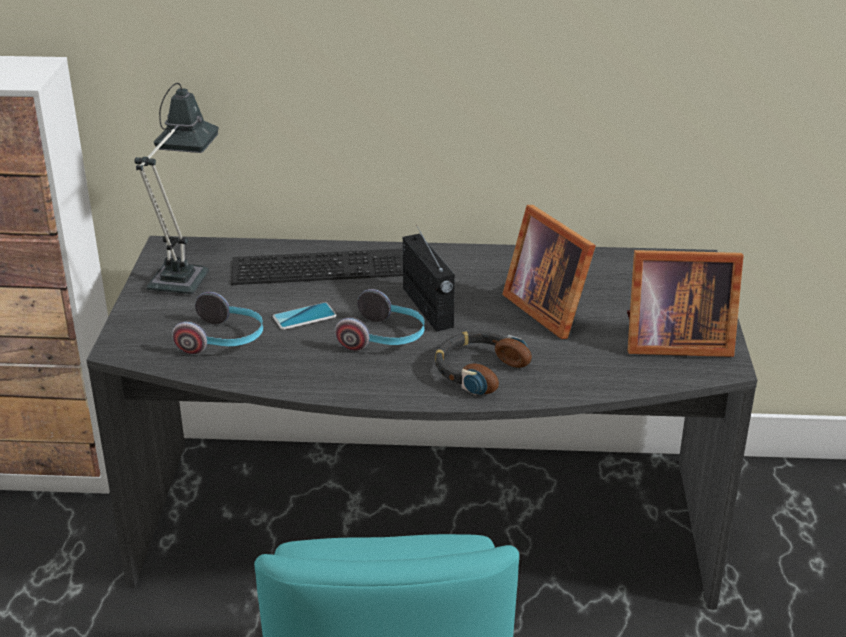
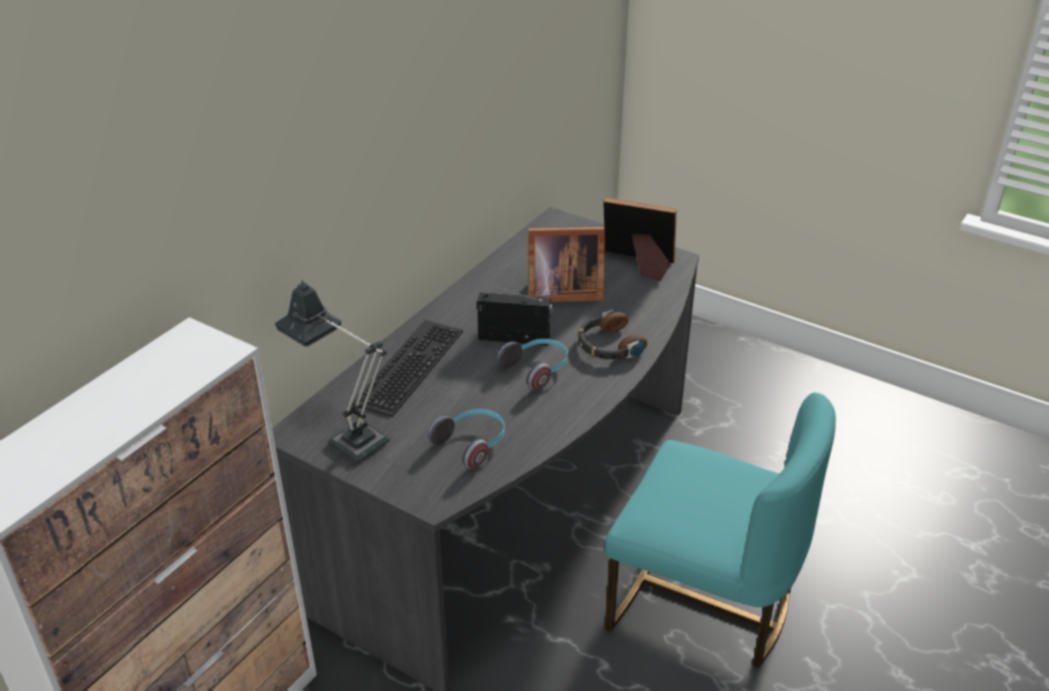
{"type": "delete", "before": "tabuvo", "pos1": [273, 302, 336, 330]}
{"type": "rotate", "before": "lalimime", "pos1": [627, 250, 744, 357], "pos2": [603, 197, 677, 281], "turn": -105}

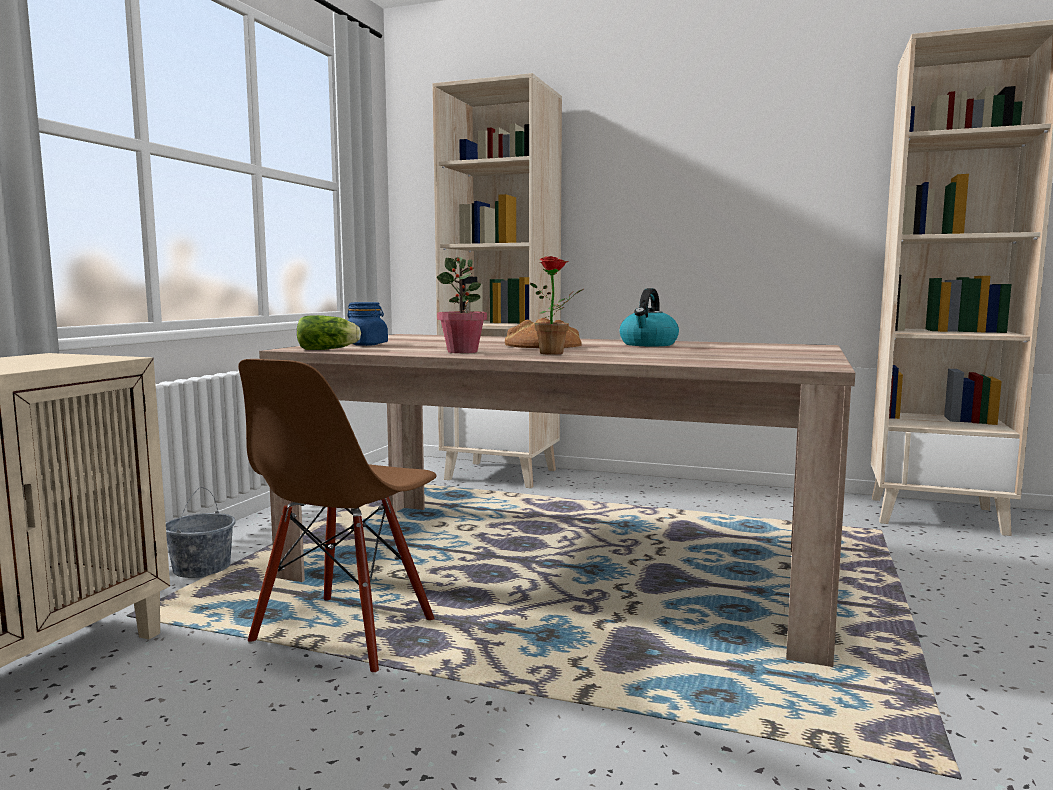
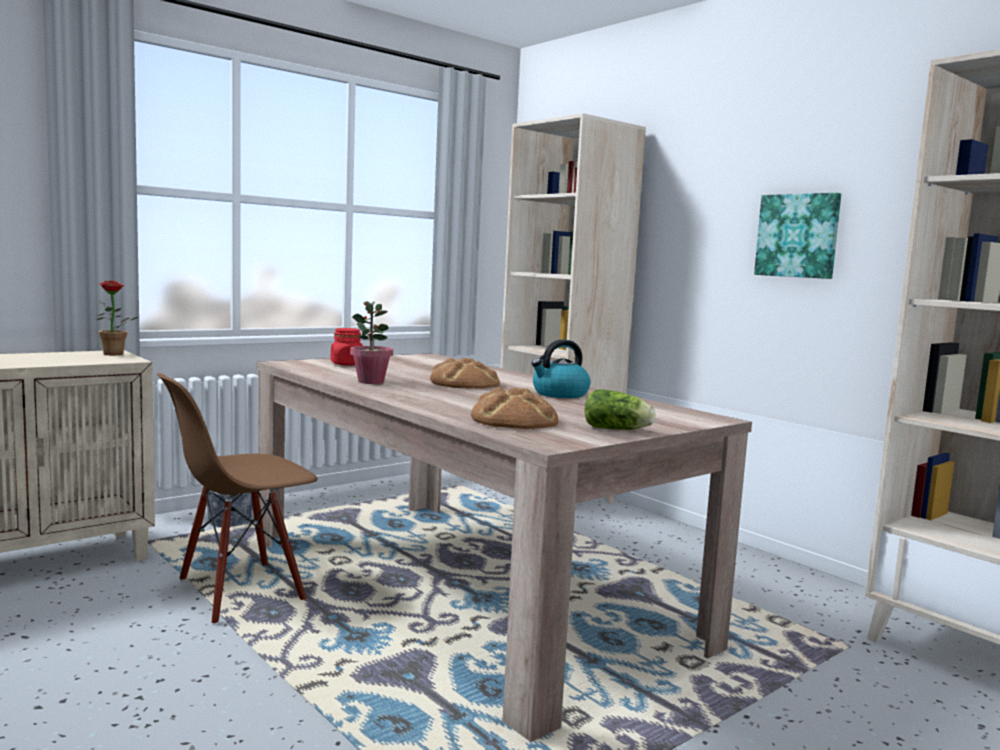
{"type": "insert", "after": "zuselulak", "pos2": [471, 387, 558, 429]}
{"type": "insert", "after": "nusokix", "pos2": [754, 193, 841, 279]}
{"type": "move", "before": "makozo", "pos1": [297, 315, 361, 350], "pos2": [585, 389, 655, 430]}
{"type": "move", "before": "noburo", "pos1": [530, 256, 584, 355], "pos2": [96, 280, 138, 355]}
{"type": "recolor", "before": "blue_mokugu", "after": "red_mokugu", "pos1": [347, 302, 388, 346], "pos2": [331, 328, 363, 366]}

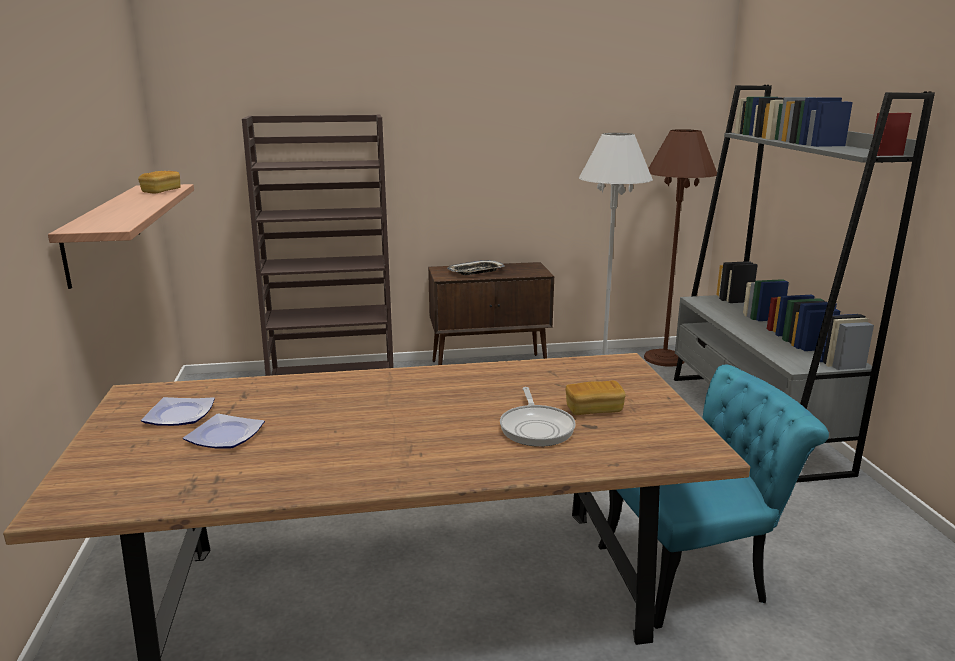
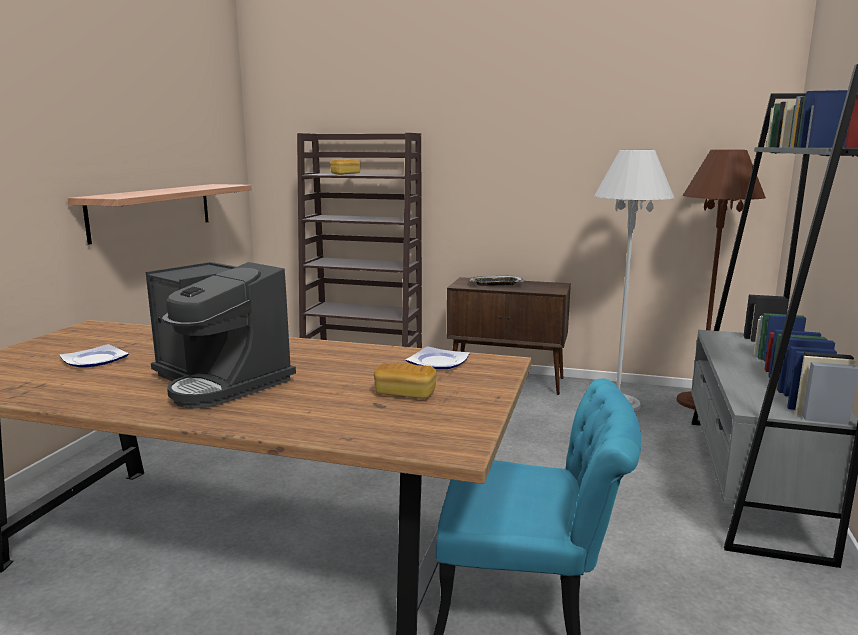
{"type": "delete", "before": "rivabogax", "pos1": [500, 387, 576, 447]}
{"type": "insert", "after": "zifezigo", "pos2": [146, 262, 296, 408]}
{"type": "move", "before": "zuselulak", "pos1": [138, 171, 181, 193], "pos2": [330, 159, 361, 175]}
{"type": "move", "before": "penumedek", "pos1": [141, 397, 215, 426], "pos2": [406, 346, 470, 369]}

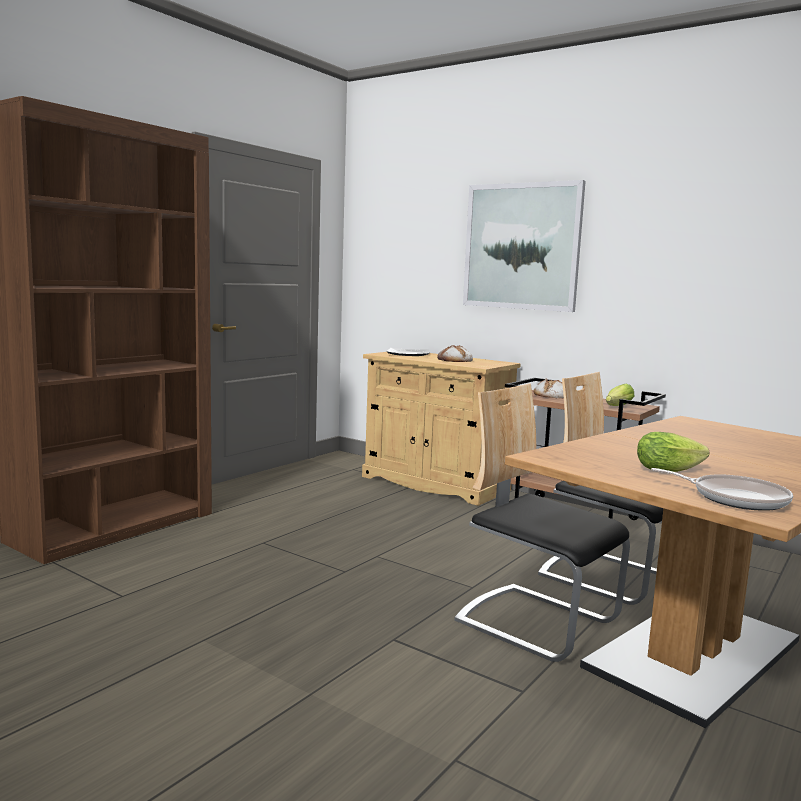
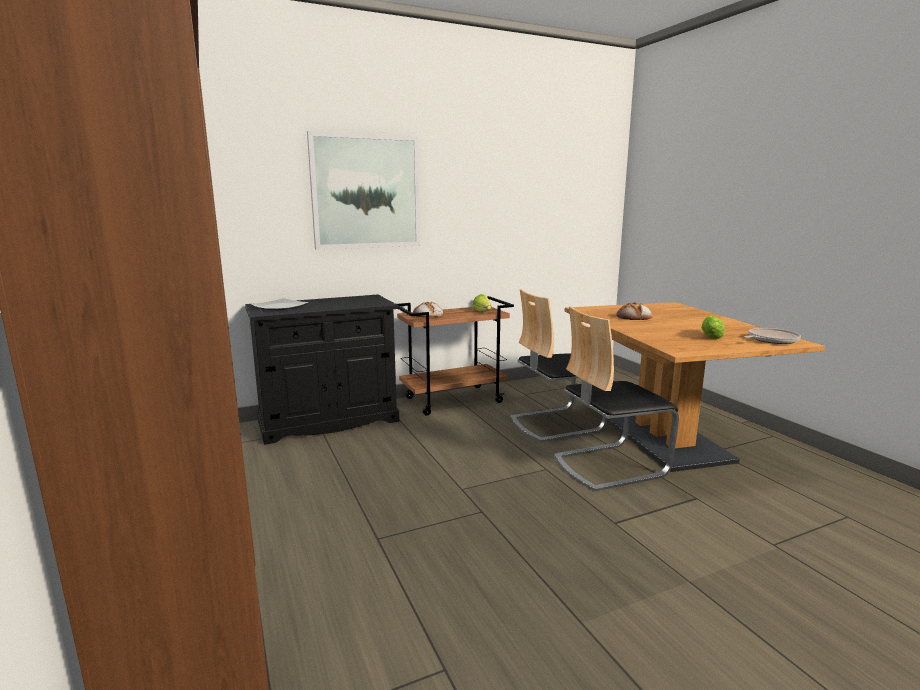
{"type": "move", "before": "zuselulak", "pos1": [437, 345, 473, 362], "pos2": [617, 302, 652, 320]}
{"type": "recolor", "before": "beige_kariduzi", "after": "black_kariduzi", "pos1": [362, 352, 521, 506], "pos2": [245, 295, 399, 445]}

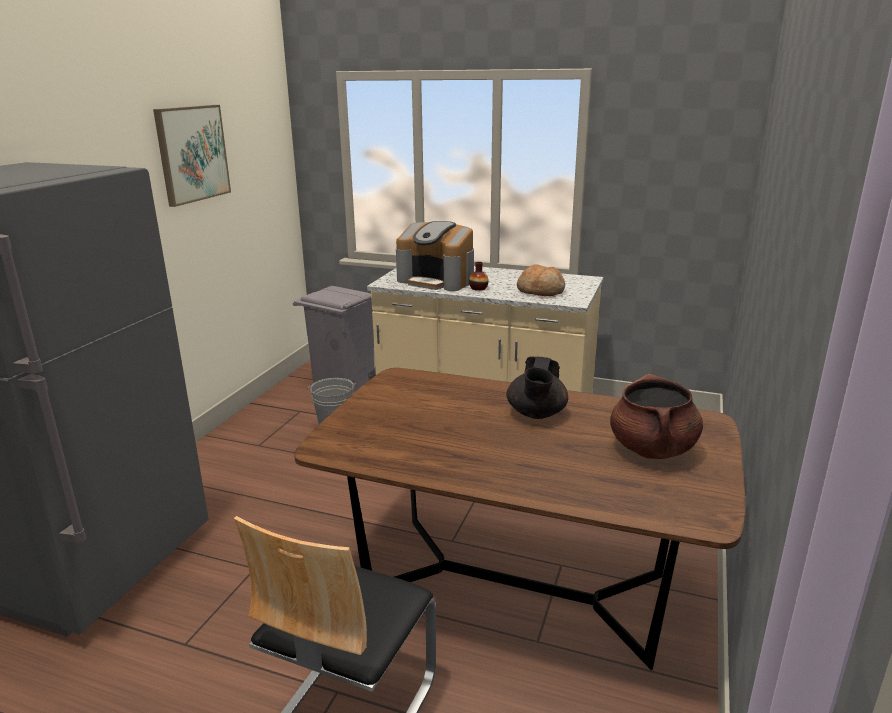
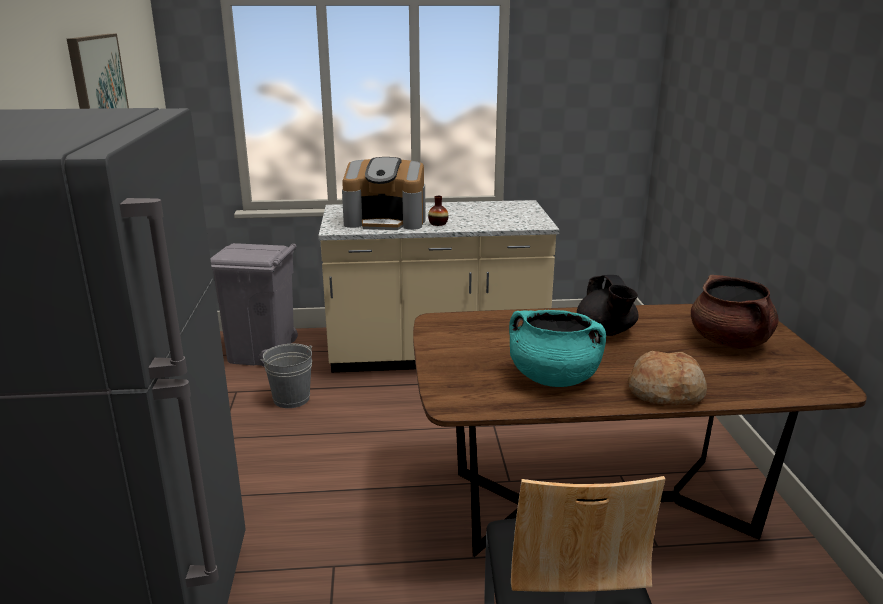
{"type": "insert", "after": "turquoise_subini", "pos2": [509, 310, 606, 387]}
{"type": "move", "before": "zuselulak", "pos1": [517, 264, 565, 296], "pos2": [628, 351, 707, 405]}

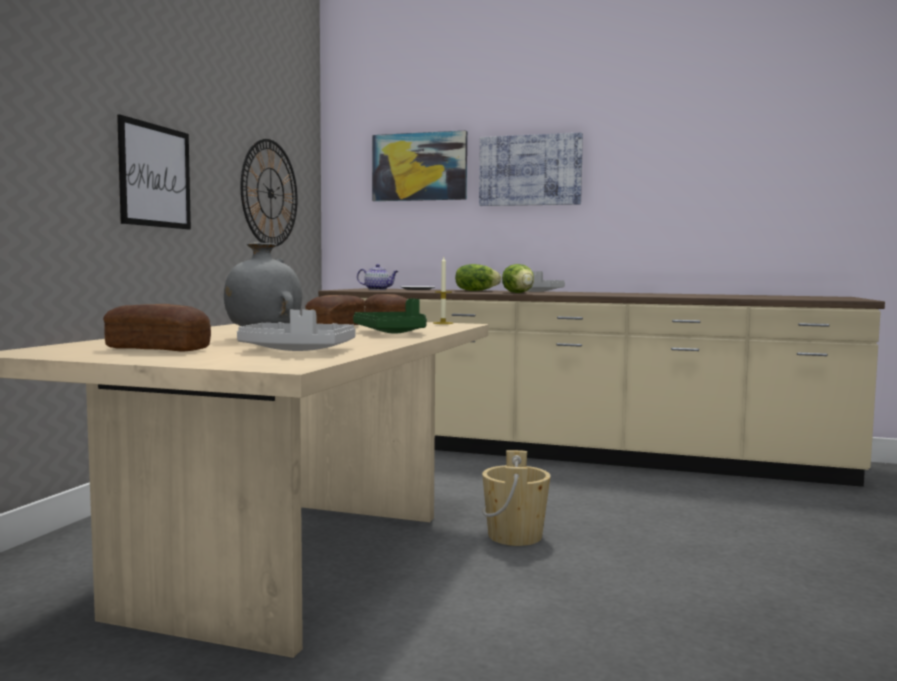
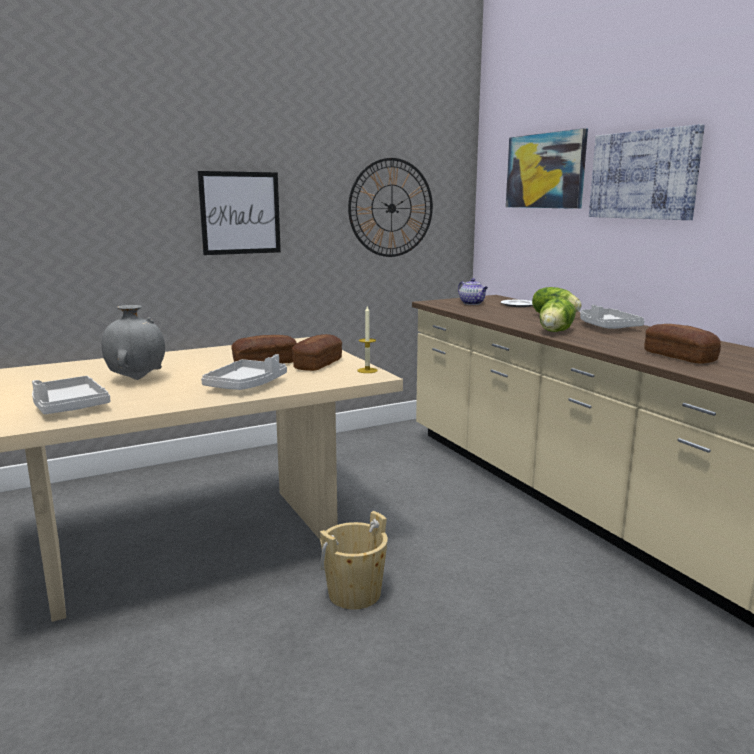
{"type": "move", "before": "zuselulak", "pos1": [103, 304, 211, 351], "pos2": [644, 324, 721, 364]}
{"type": "recolor", "before": "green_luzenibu", "after": "grey_luzenibu", "pos1": [353, 299, 427, 334], "pos2": [201, 354, 287, 390]}

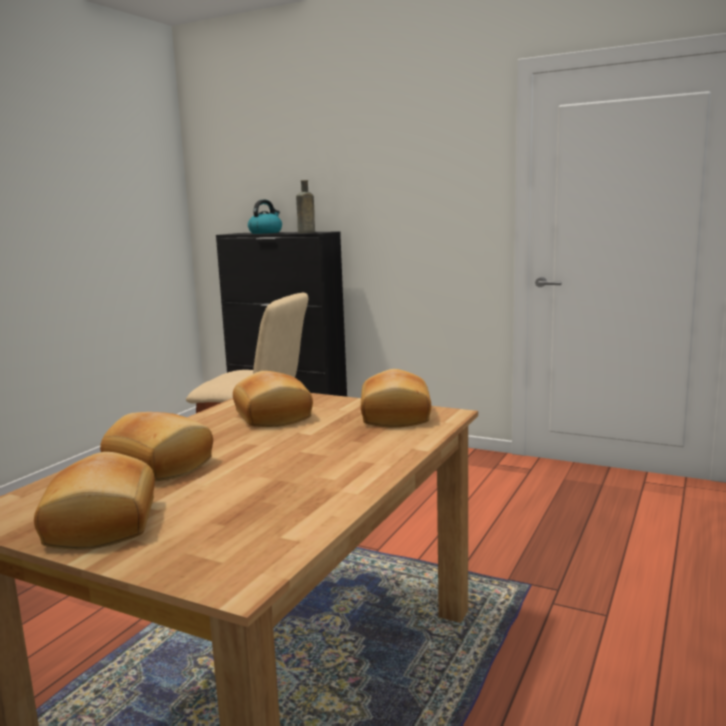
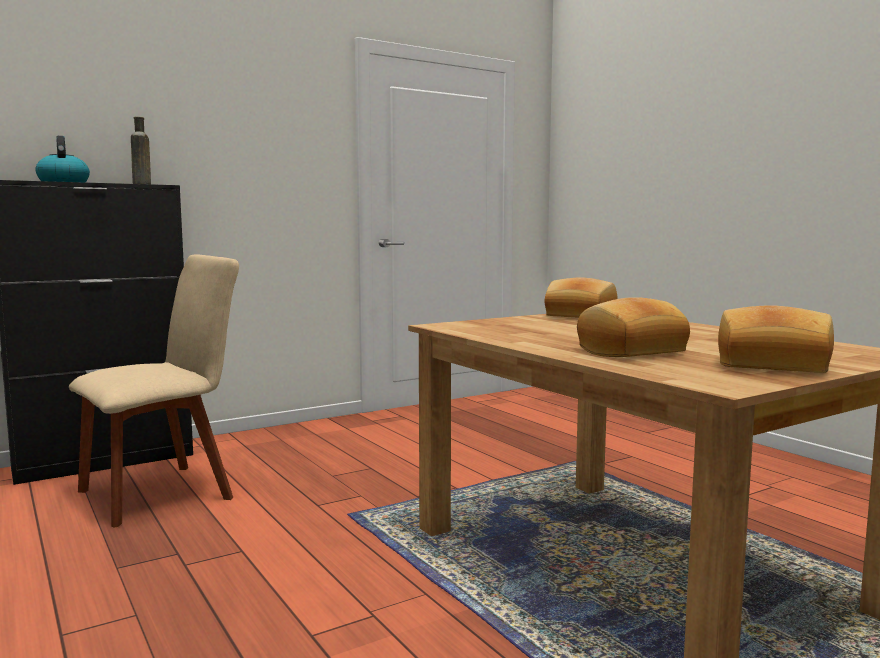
{"type": "delete", "before": "zuselulak", "pos1": [233, 371, 313, 427]}

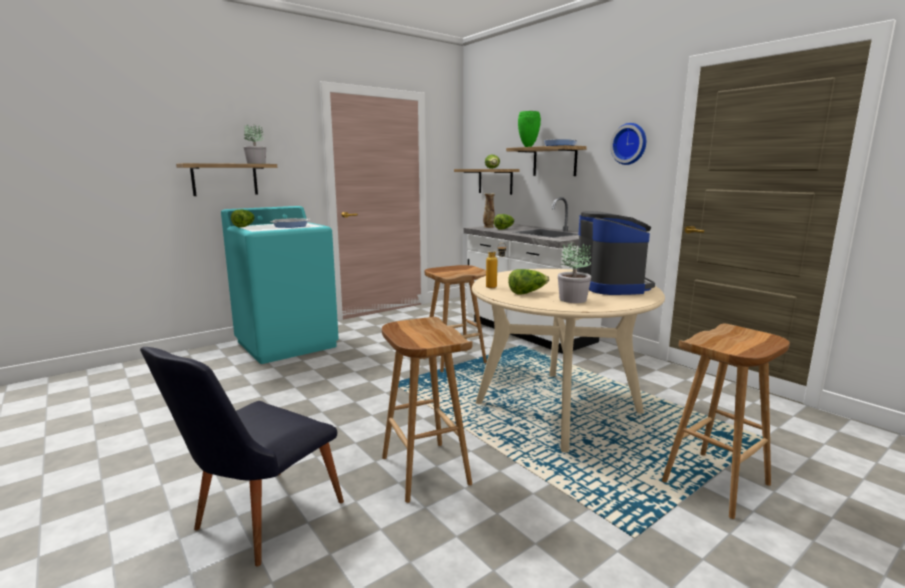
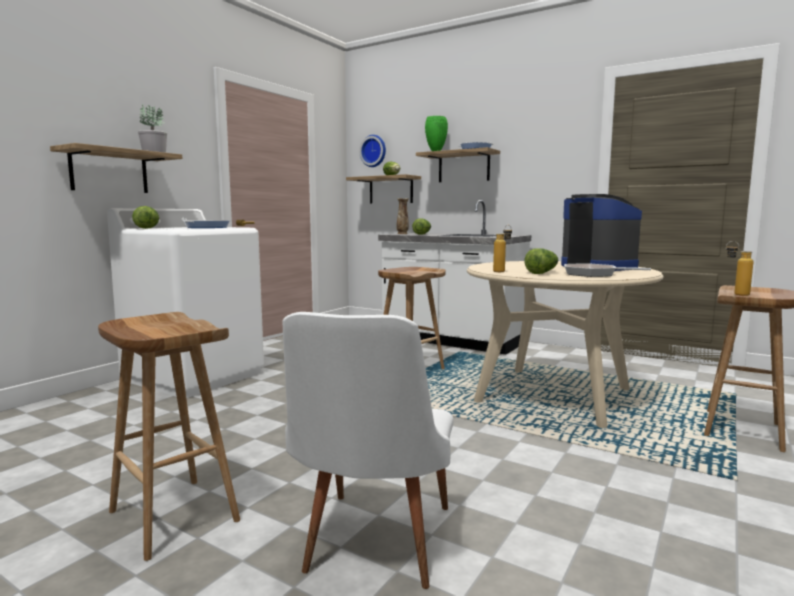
{"type": "insert", "after": "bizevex", "pos2": [726, 241, 753, 296]}
{"type": "move", "before": "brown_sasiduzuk", "pos1": [382, 317, 473, 503], "pos2": [98, 312, 240, 561]}
{"type": "move", "before": "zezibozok", "pos1": [610, 123, 646, 165], "pos2": [359, 135, 386, 167]}
{"type": "replace", "before": "noburo", "after": "rivabogax", "pos1": [558, 242, 591, 303], "pos2": [564, 263, 651, 277]}
{"type": "recolor", "before": "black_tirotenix", "after": "white_tirotenix", "pos1": [140, 347, 344, 567], "pos2": [283, 312, 454, 589]}
{"type": "recolor", "before": "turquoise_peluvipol", "after": "white_peluvipol", "pos1": [221, 206, 339, 364], "pos2": [107, 208, 264, 398]}

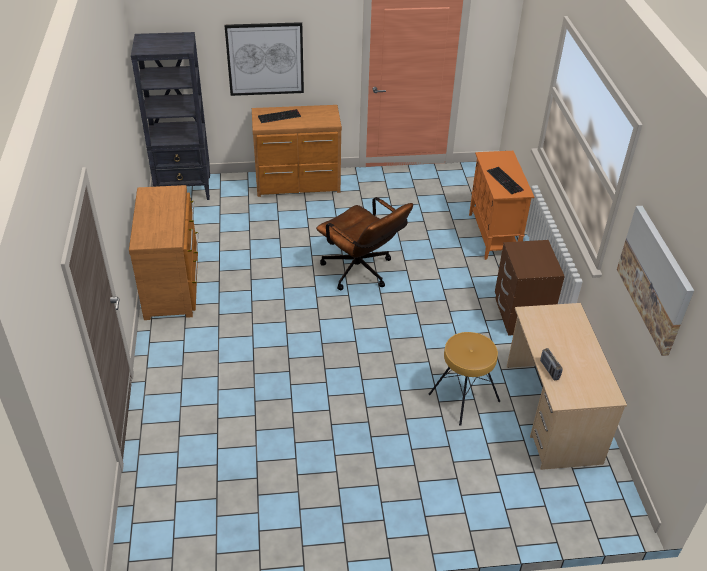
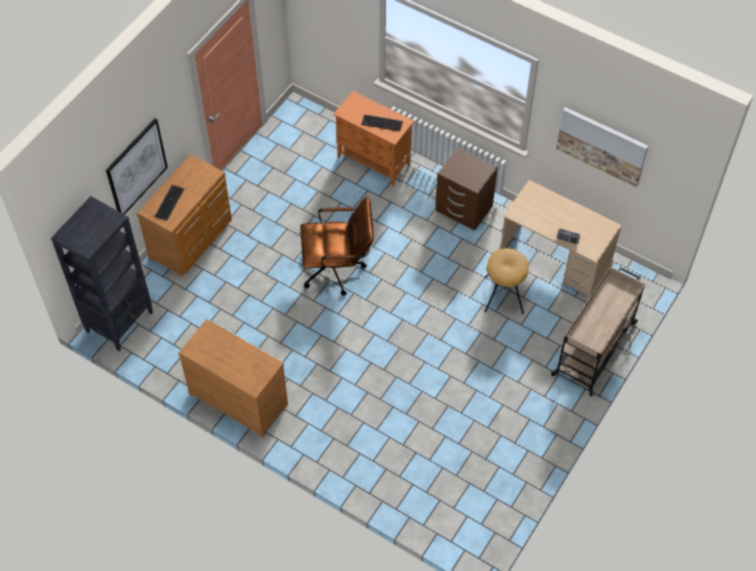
{"type": "insert", "after": "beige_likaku", "pos2": [550, 267, 645, 396]}

